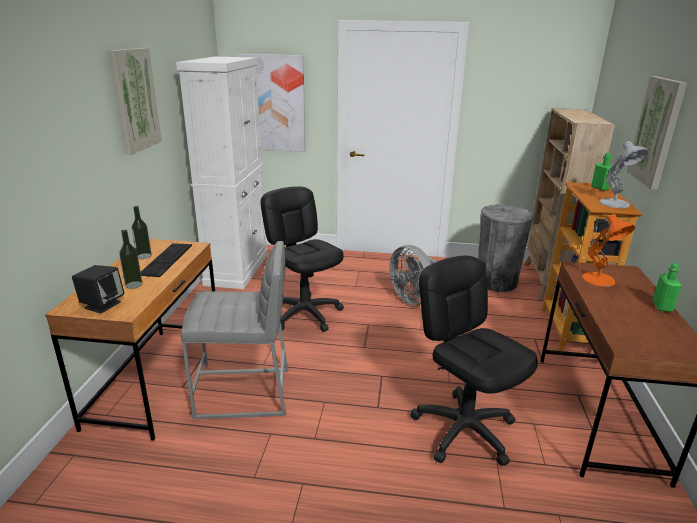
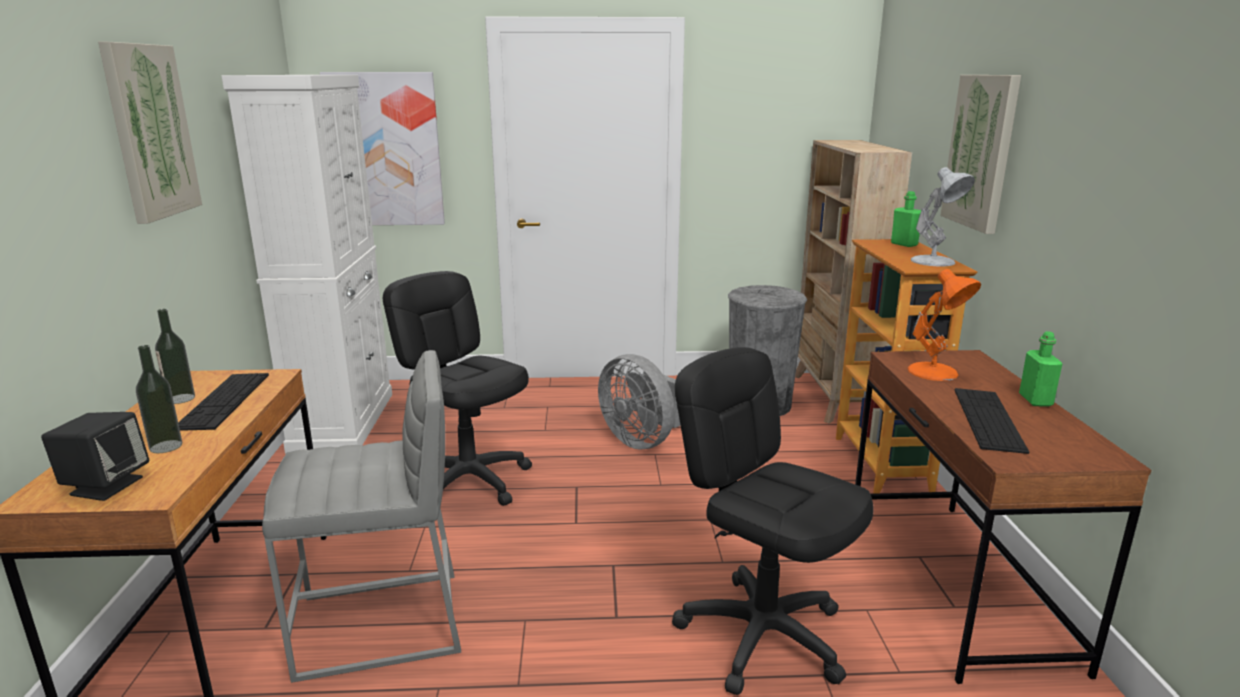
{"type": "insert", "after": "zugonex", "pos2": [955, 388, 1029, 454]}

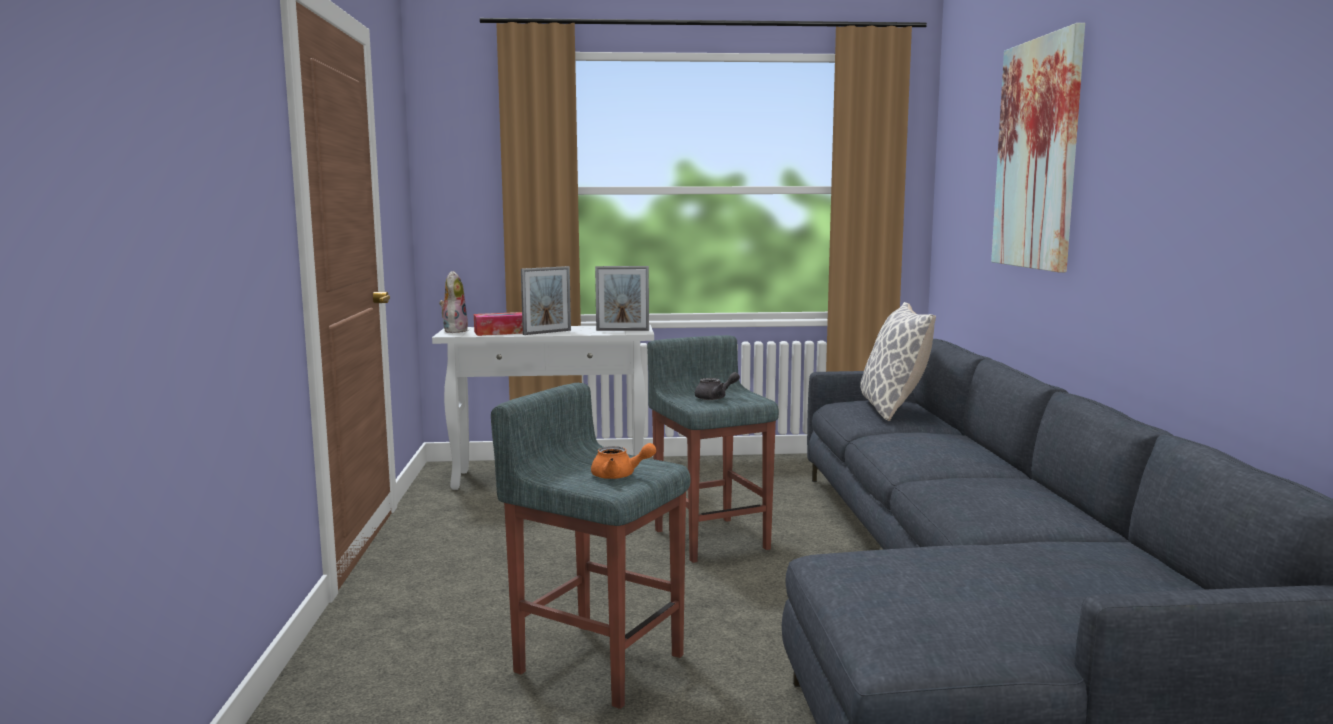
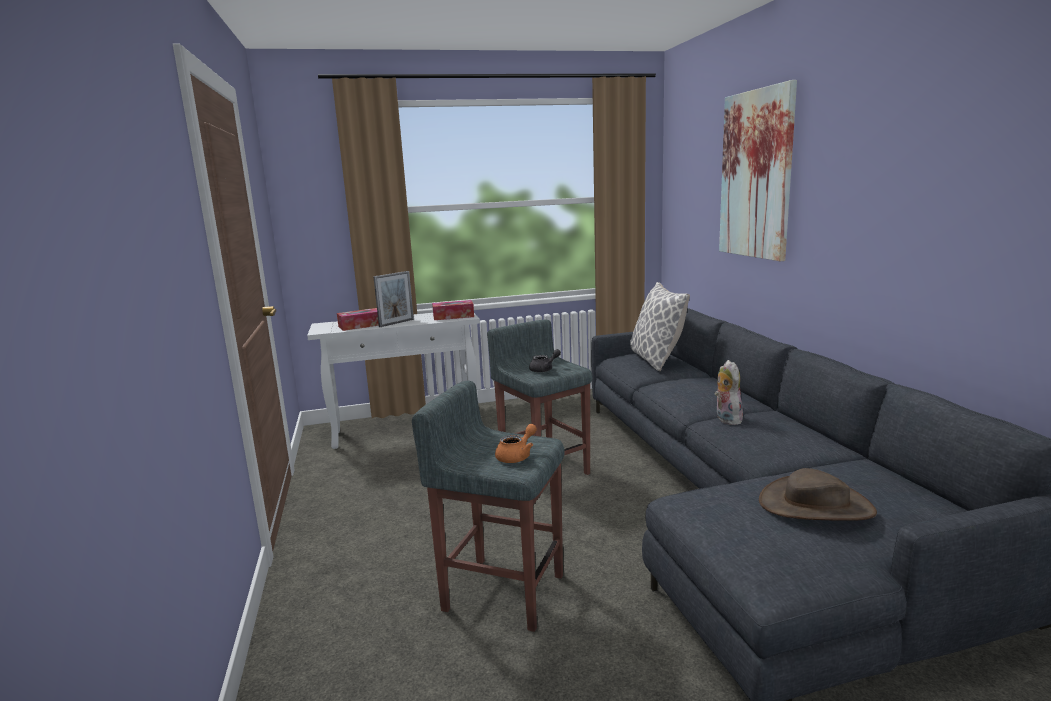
{"type": "insert", "after": "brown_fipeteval", "pos2": [759, 468, 877, 521]}
{"type": "move", "before": "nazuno", "pos1": [439, 271, 468, 333], "pos2": [715, 360, 743, 425]}
{"type": "replace", "before": "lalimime", "after": "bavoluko", "pos1": [595, 266, 649, 331], "pos2": [432, 300, 474, 320]}
{"type": "rotate", "before": "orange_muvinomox", "pos1": [591, 443, 656, 479], "pos2": [495, 424, 537, 463], "turn": -45}

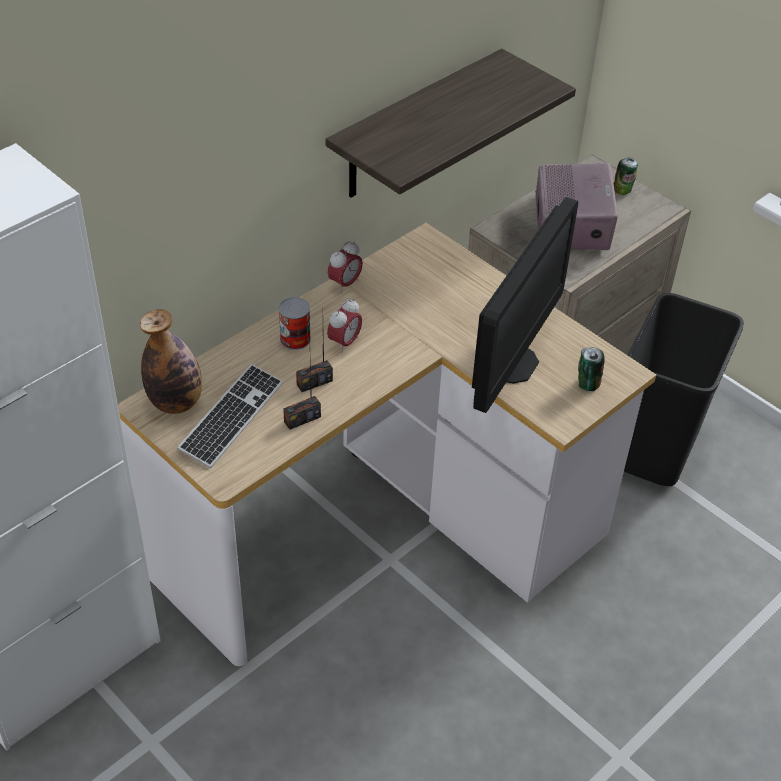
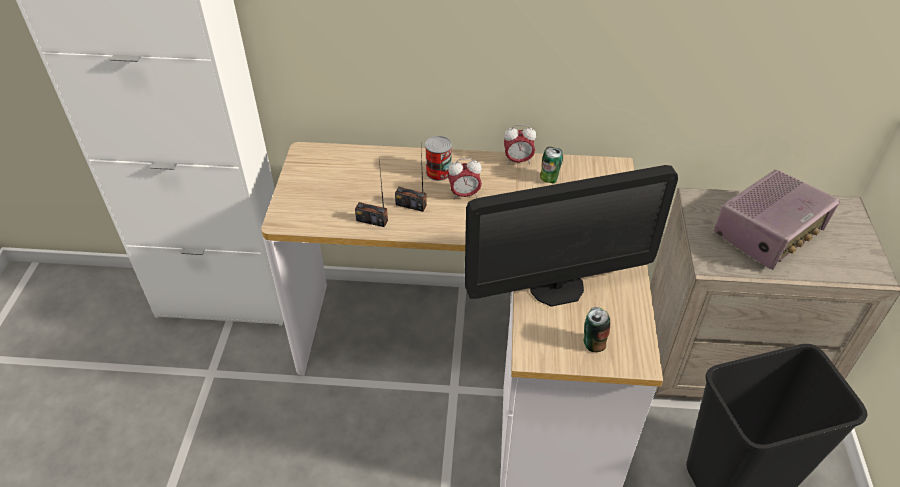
{"type": "delete", "before": "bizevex", "pos1": [140, 309, 202, 414]}
{"type": "delete", "before": "zugonex", "pos1": [177, 364, 283, 468]}
{"type": "delete", "before": "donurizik", "pos1": [325, 48, 576, 198]}
{"type": "move", "before": "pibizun", "pos1": [613, 158, 638, 195], "pos2": [540, 147, 563, 183]}

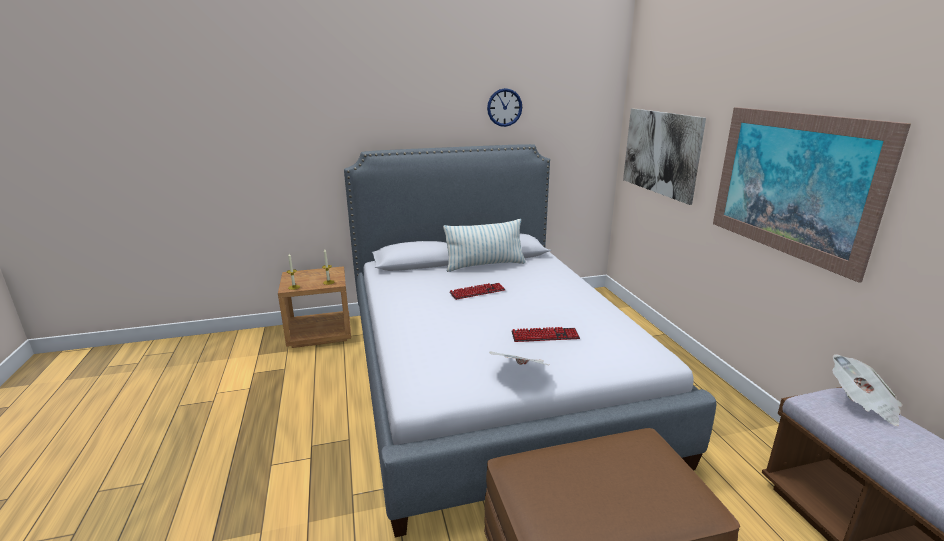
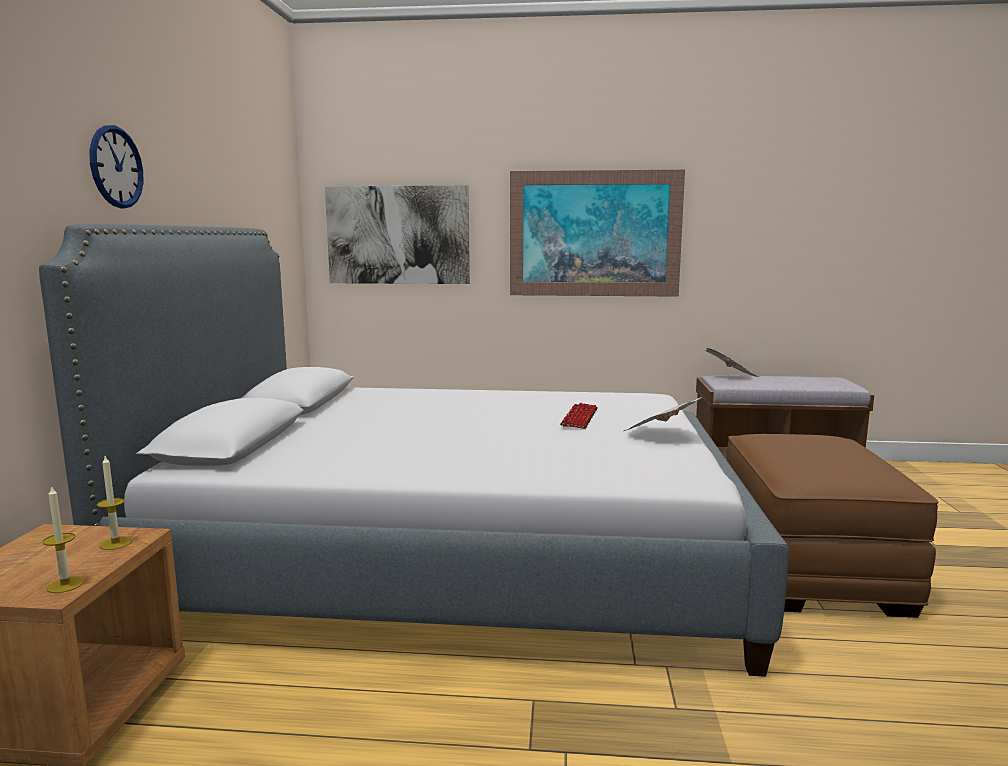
{"type": "delete", "before": "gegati", "pos1": [443, 219, 526, 272]}
{"type": "delete", "before": "zugonex", "pos1": [449, 283, 506, 300]}
{"type": "move", "before": "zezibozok", "pos1": [487, 88, 522, 127], "pos2": [90, 125, 143, 208]}

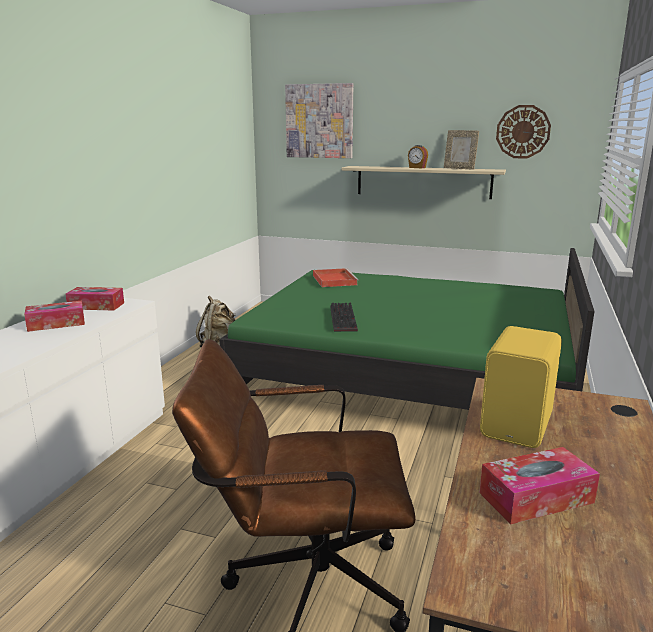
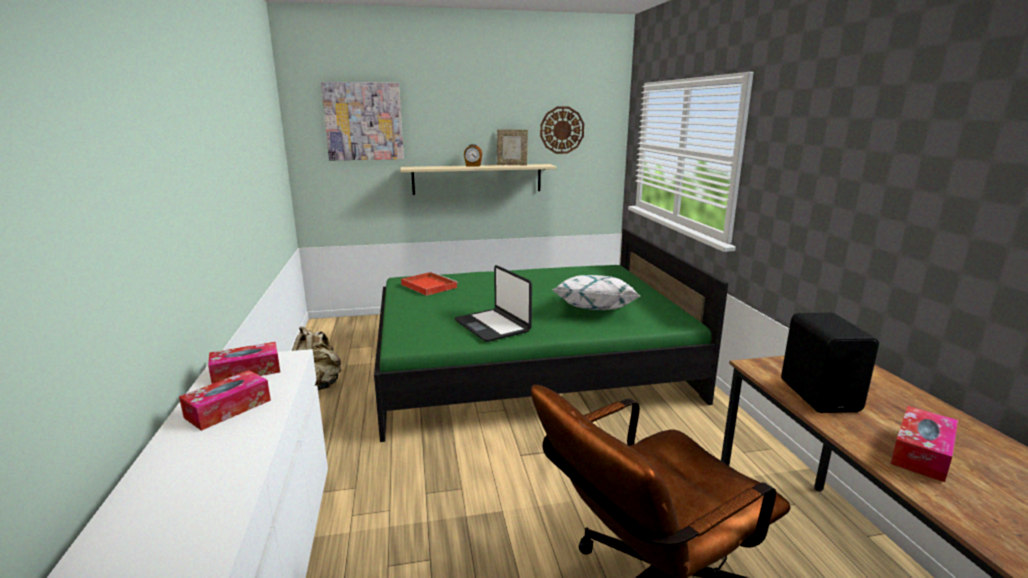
{"type": "insert", "after": "white_gegati", "pos2": [552, 275, 640, 310]}
{"type": "replace", "before": "zugonex", "after": "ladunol", "pos1": [330, 302, 358, 332], "pos2": [455, 265, 532, 342]}
{"type": "recolor", "before": "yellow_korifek", "after": "black_korifek", "pos1": [480, 326, 562, 448], "pos2": [781, 313, 879, 413]}

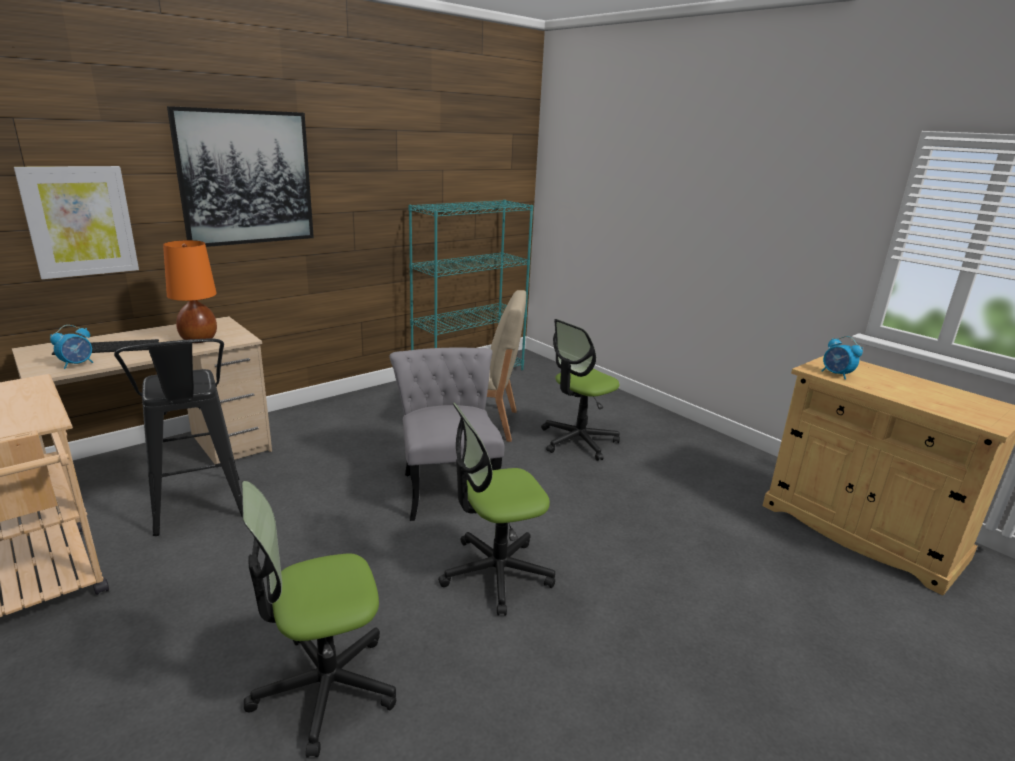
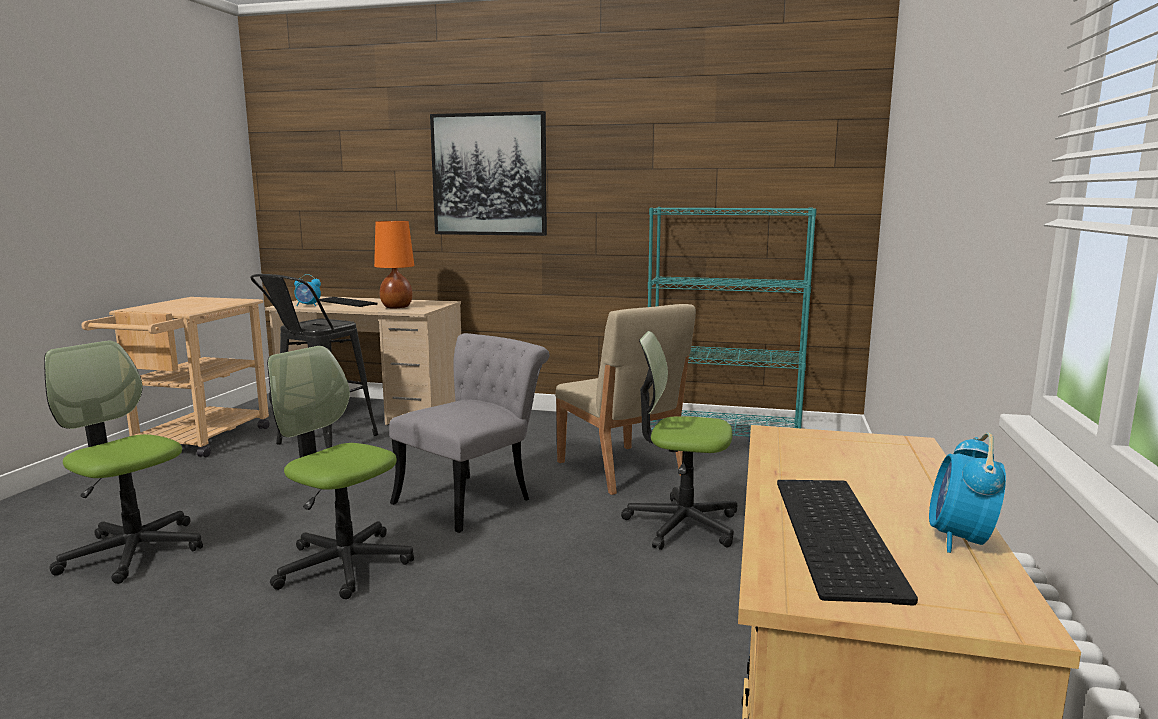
{"type": "delete", "before": "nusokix", "pos1": [14, 166, 139, 279]}
{"type": "insert", "after": "zugonex", "pos2": [777, 480, 918, 606]}
{"type": "move", "before": "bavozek", "pos1": [822, 336, 863, 379], "pos2": [929, 433, 1006, 553]}

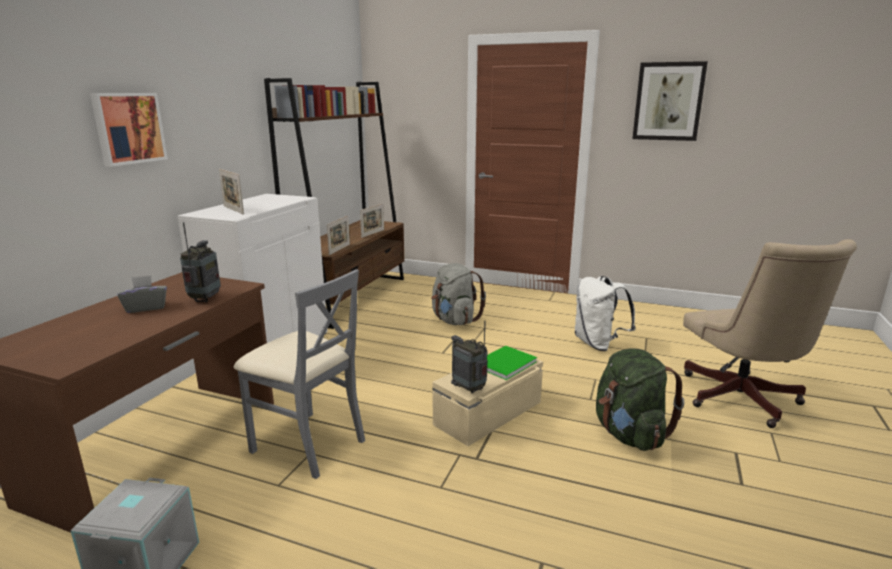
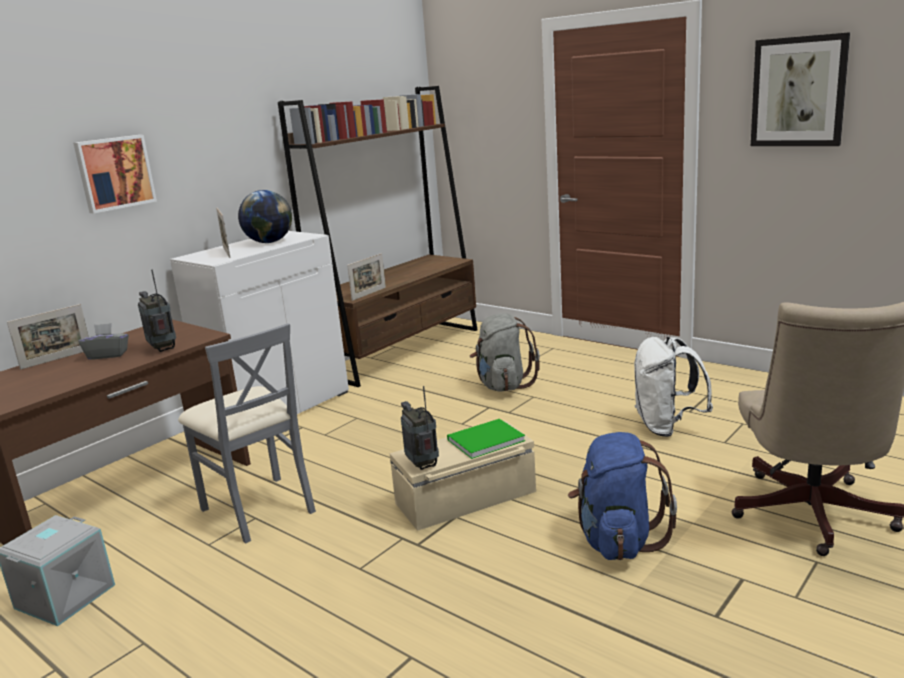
{"type": "insert", "after": "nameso", "pos2": [238, 190, 292, 243]}
{"type": "move", "before": "lalimime", "pos1": [360, 204, 384, 238], "pos2": [7, 304, 89, 370]}
{"type": "recolor", "before": "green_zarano", "after": "blue_zarano", "pos1": [596, 349, 684, 451], "pos2": [568, 432, 677, 560]}
{"type": "rotate", "before": "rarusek", "pos1": [180, 222, 221, 302], "pos2": [138, 270, 176, 352], "turn": -60}

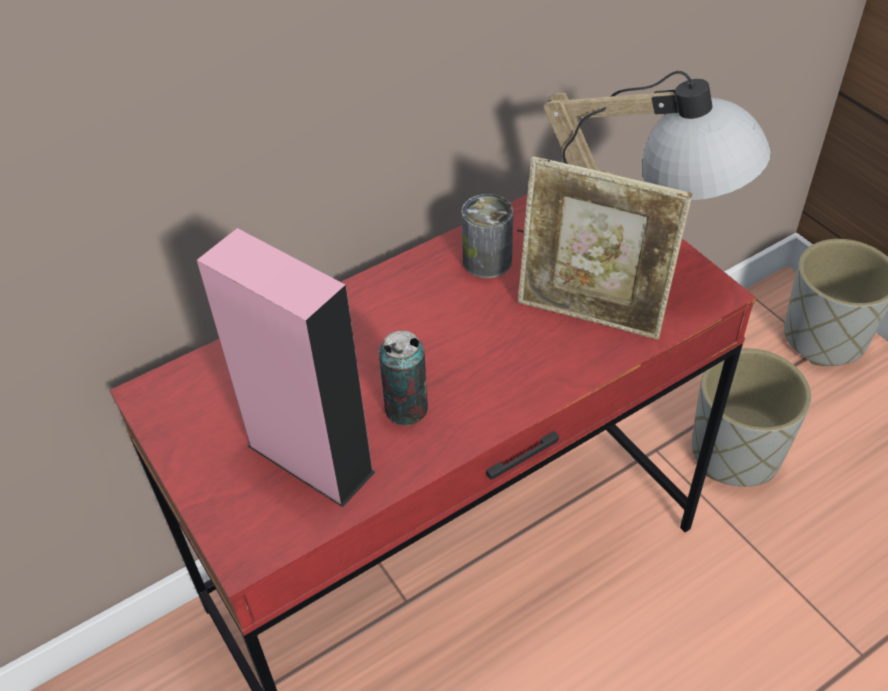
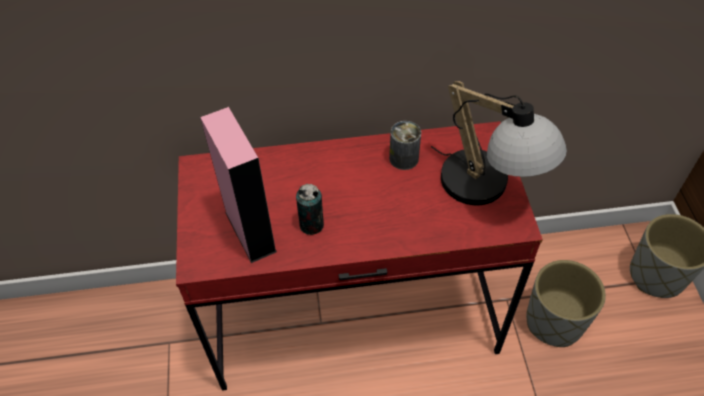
{"type": "delete", "before": "lalimime", "pos1": [518, 156, 693, 340]}

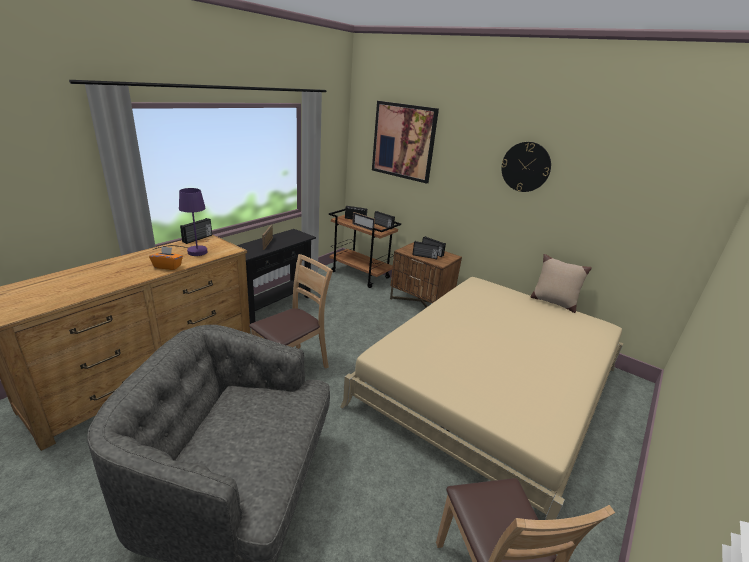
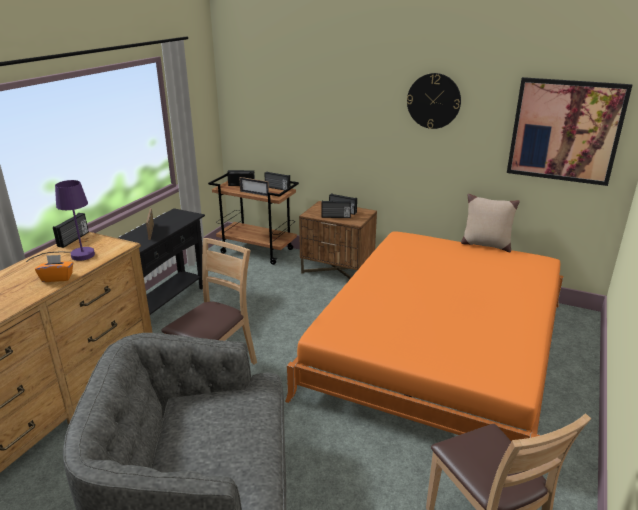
{"type": "move", "before": "nusokix", "pos1": [372, 101, 439, 184], "pos2": [507, 77, 632, 186]}
{"type": "recolor", "before": "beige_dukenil", "after": "orange_dukenil", "pos1": [340, 277, 623, 520], "pos2": [285, 231, 564, 442]}

